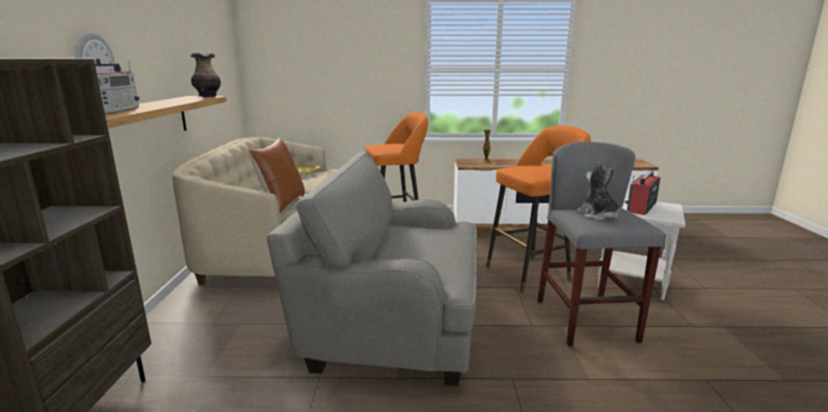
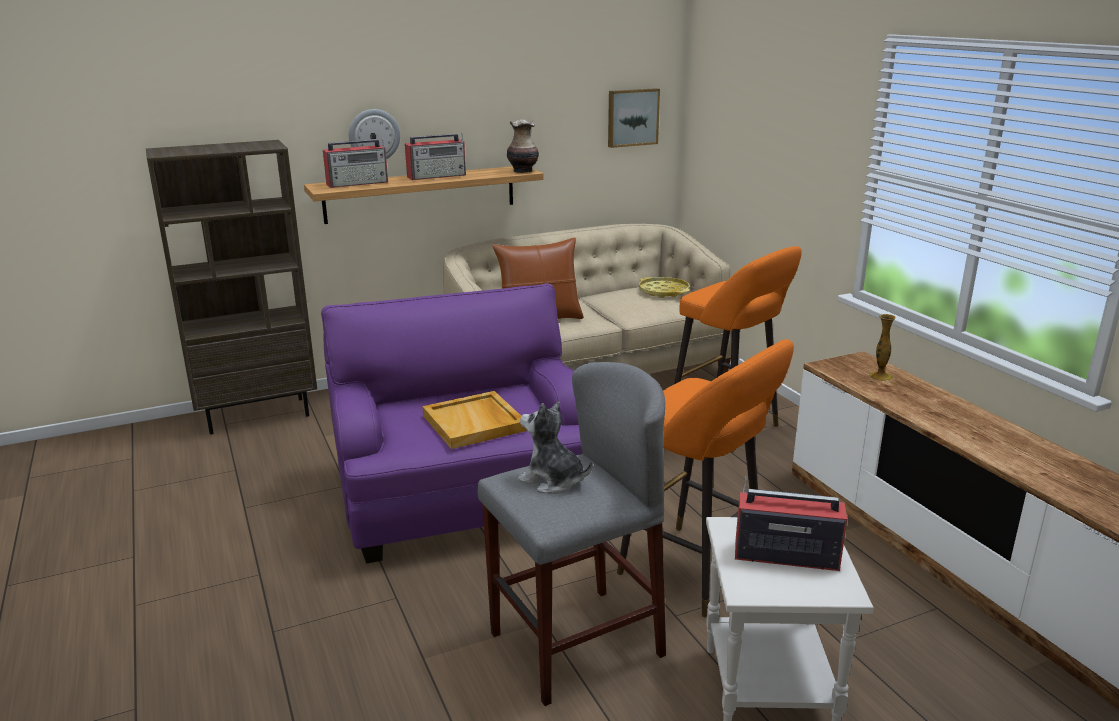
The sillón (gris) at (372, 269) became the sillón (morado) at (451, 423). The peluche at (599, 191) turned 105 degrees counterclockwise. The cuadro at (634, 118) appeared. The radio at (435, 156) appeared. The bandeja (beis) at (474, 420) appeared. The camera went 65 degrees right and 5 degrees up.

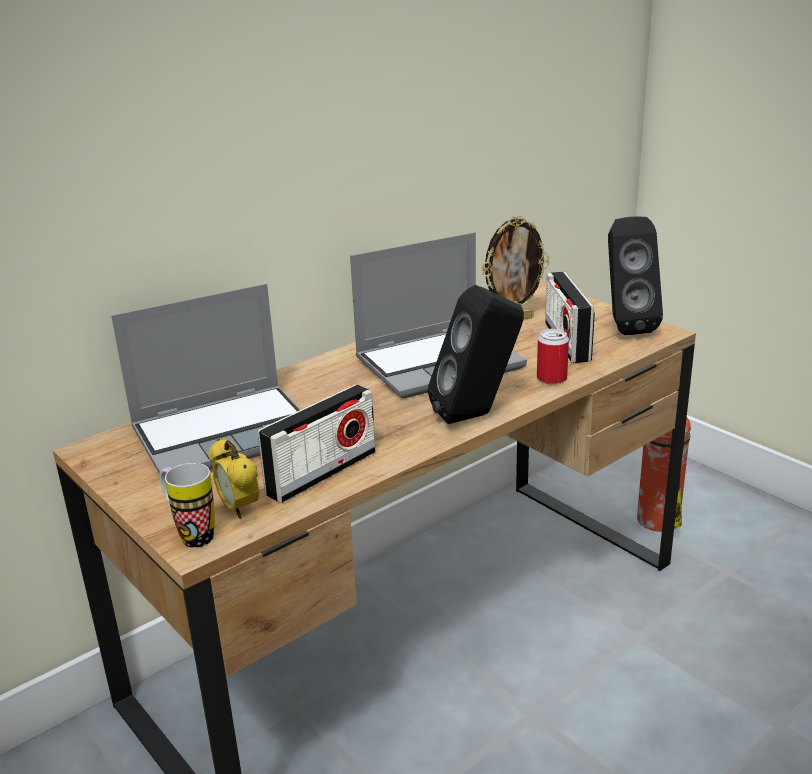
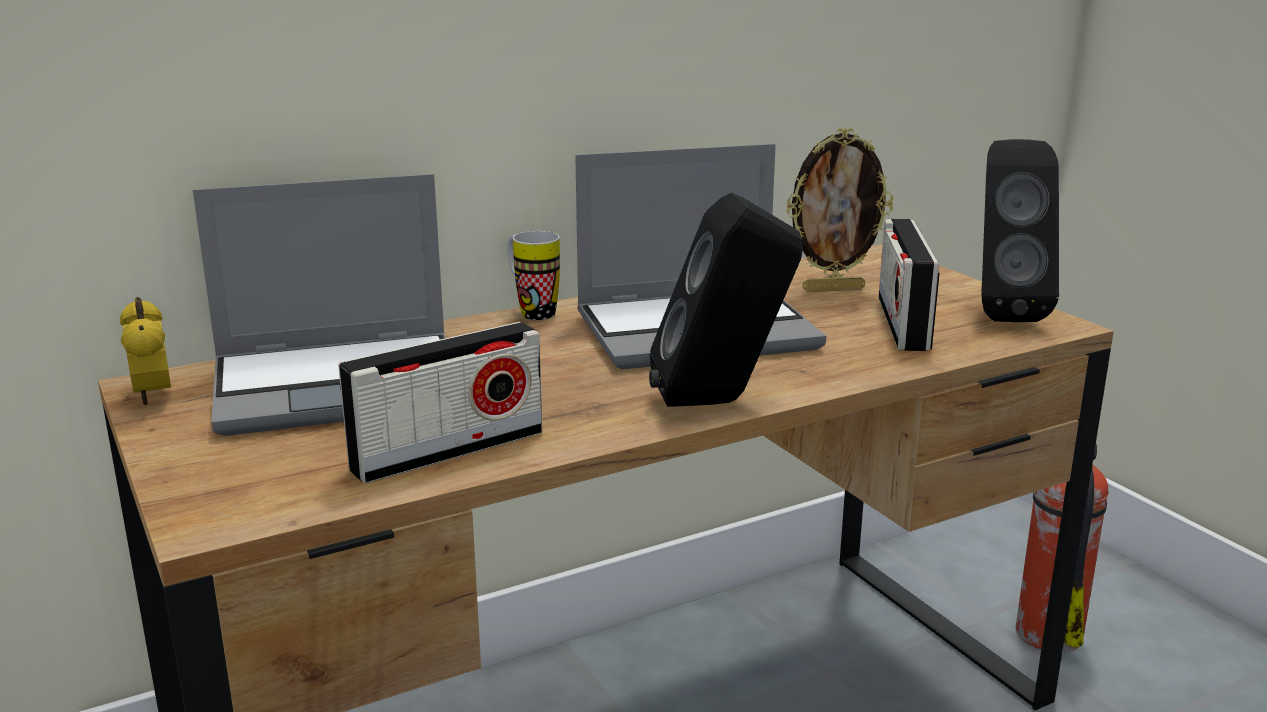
The lata at (553, 356) disappeared. The despertador moved from (234, 479) to (145, 351). The taza grande moved from (186, 505) to (533, 275). The camera went 10 degrees right and 5 degrees down.

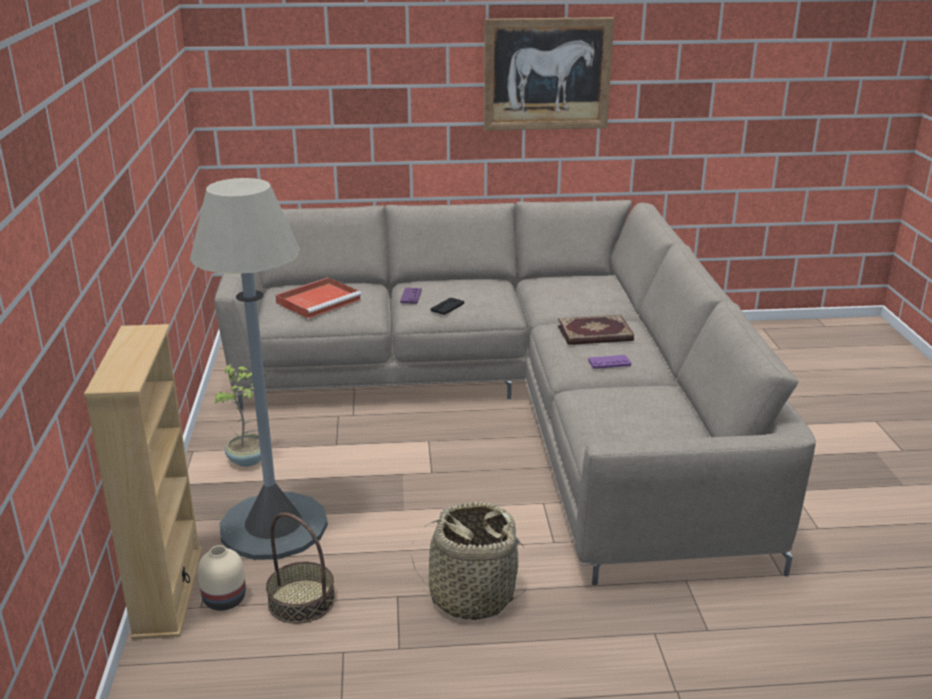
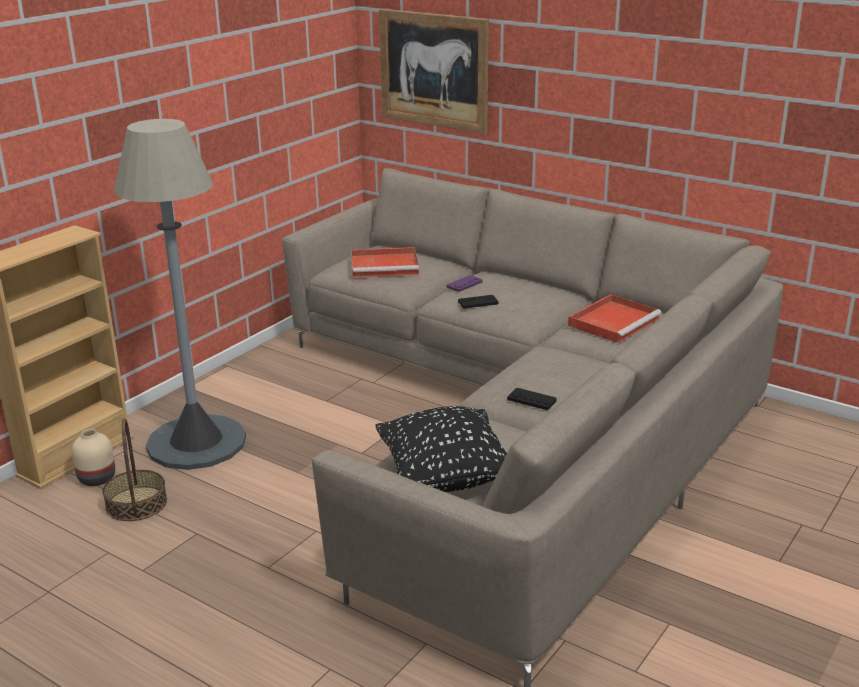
The cuadro moved from (549, 74) to (434, 71). The libro at (596, 330) disappeared. The mando de consola (morado) at (609, 362) became the mando de consola (negro) at (532, 399). The planta en maceta at (240, 415) disappeared. The cesta at (469, 561) disappeared. The bandeja (rojo) at (615, 318) appeared. The cojín (negro) at (441, 449) appeared. The camera went 40 degrees right and 0 degrees up.

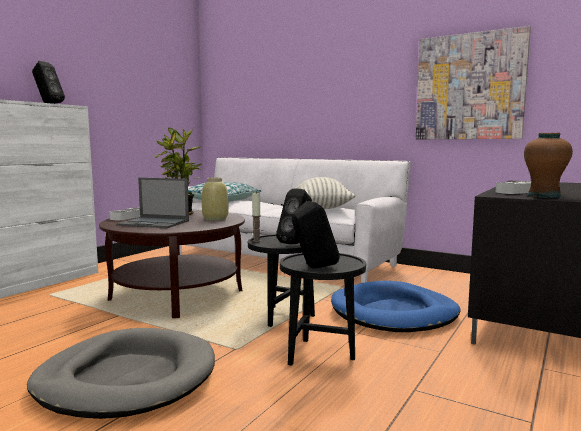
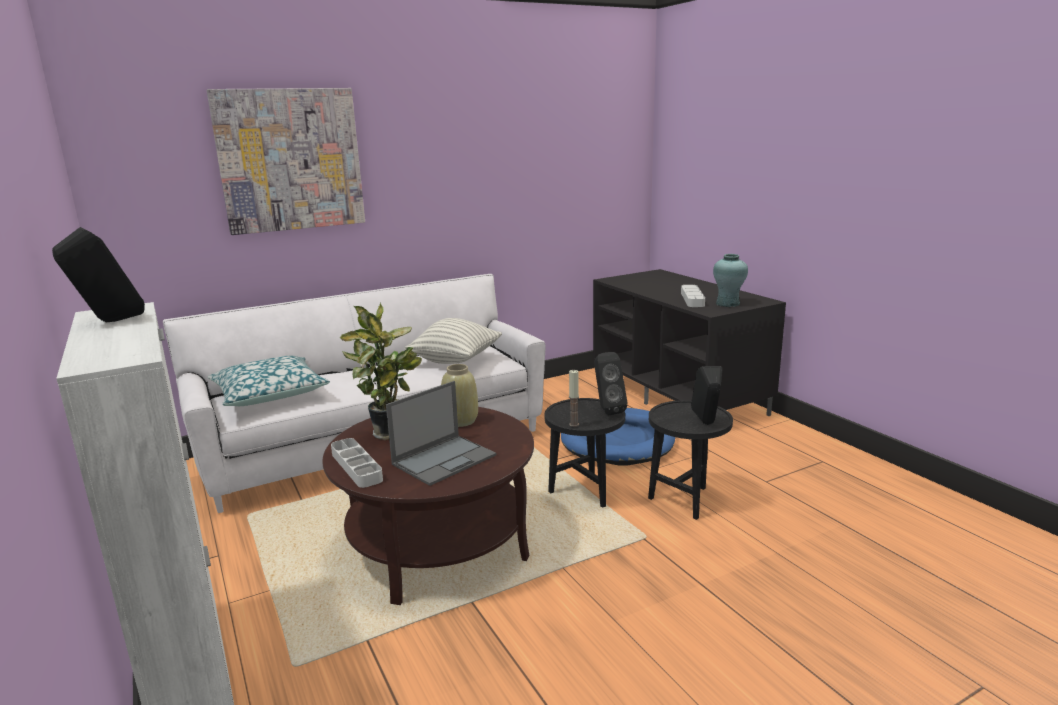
The cuadro moved from (473, 82) to (286, 161). The florero (marrón) at (548, 165) became the florero (turquesa) at (730, 280). The cama para perro (gris) at (121, 373) disappeared. The camera went 60 degrees left and 10 degrees up.

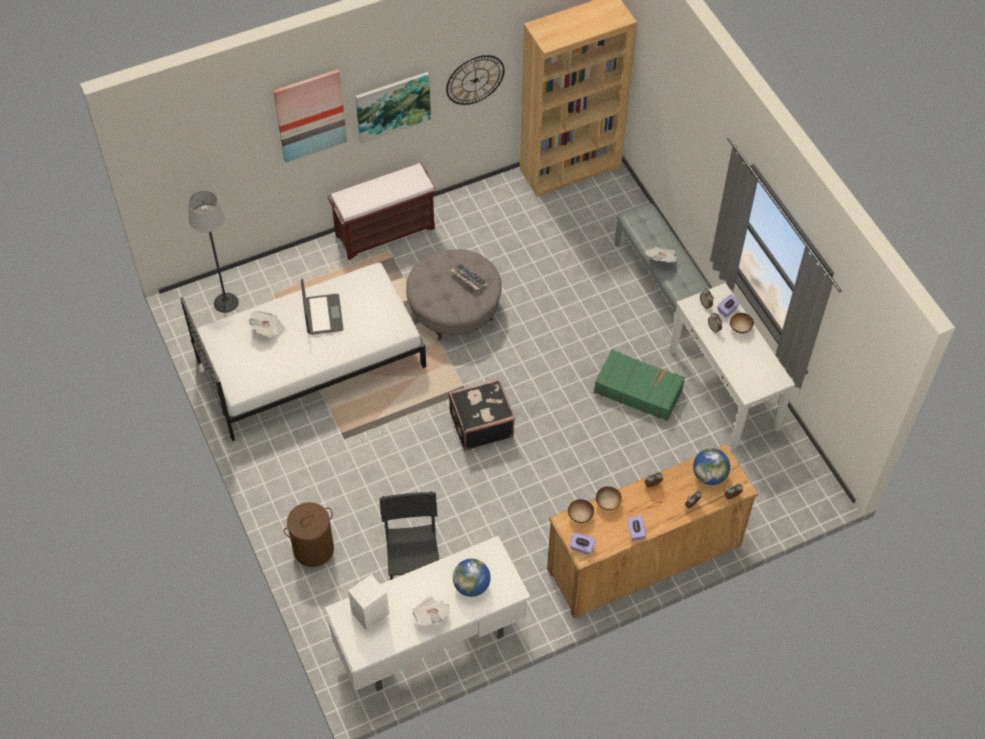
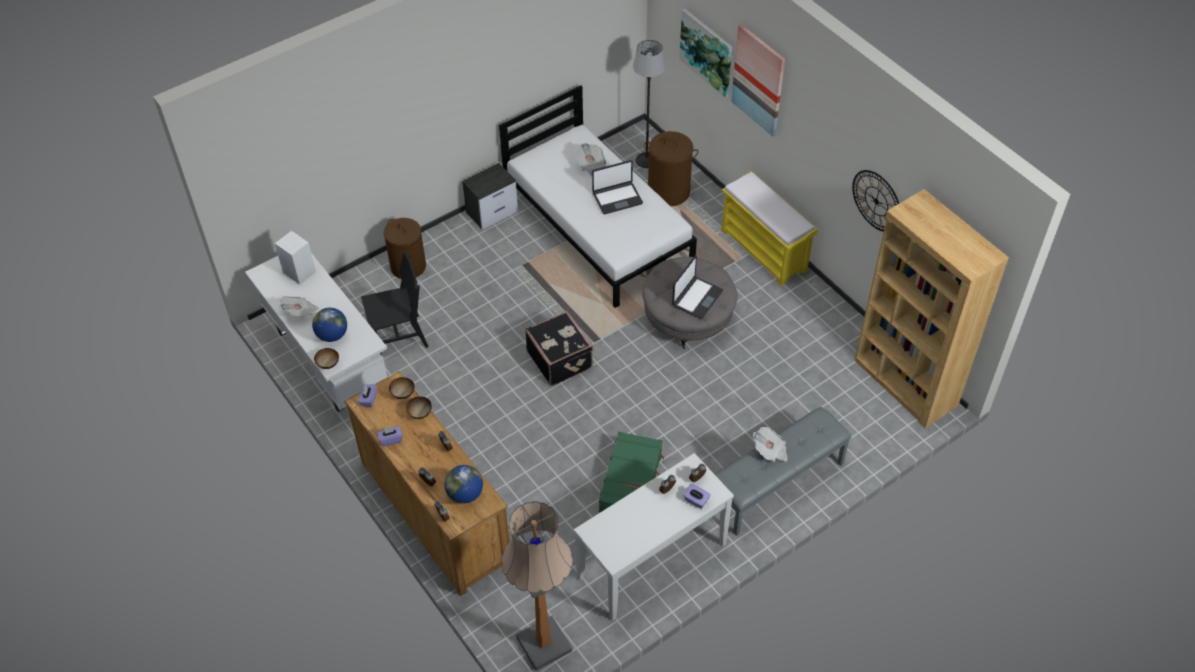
The cuadro moved from (393, 108) to (705, 53). The banco (marrón) at (382, 211) became the banco (amarillo) at (769, 228). The teclado at (469, 276) was replaced by the portátil at (697, 287). The cuenco moved from (742, 323) to (326, 358). The cesto de la ropa (marrón) at (671, 168) appeared. The mesita de noche at (490, 196) appeared. The lámpara de pie at (537, 586) appeared. The camera went 80 degrees right and 5 degrees down.

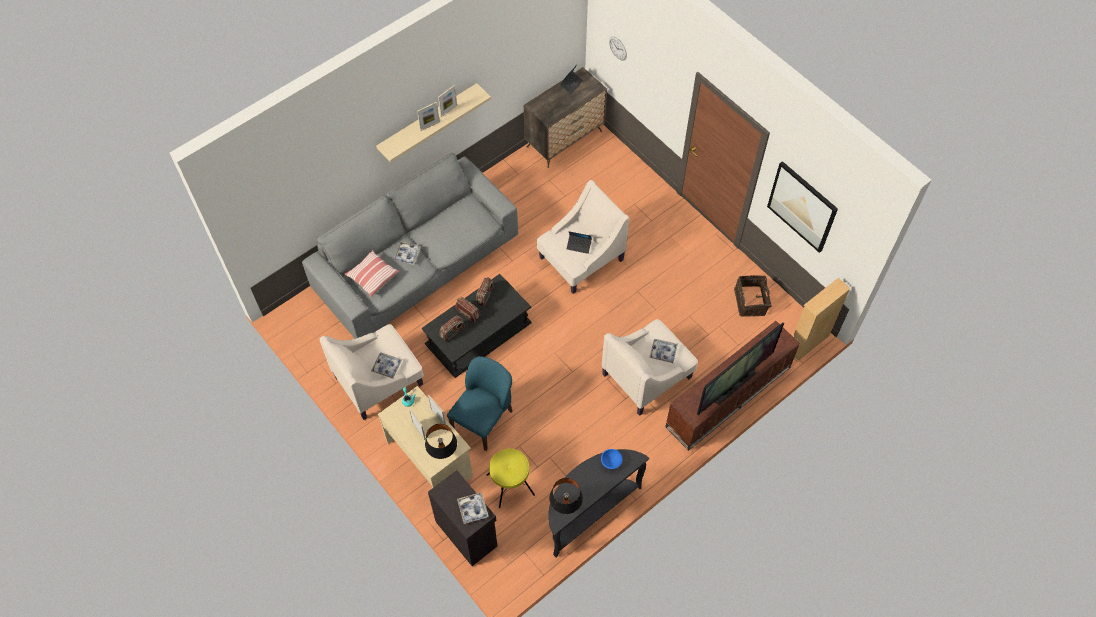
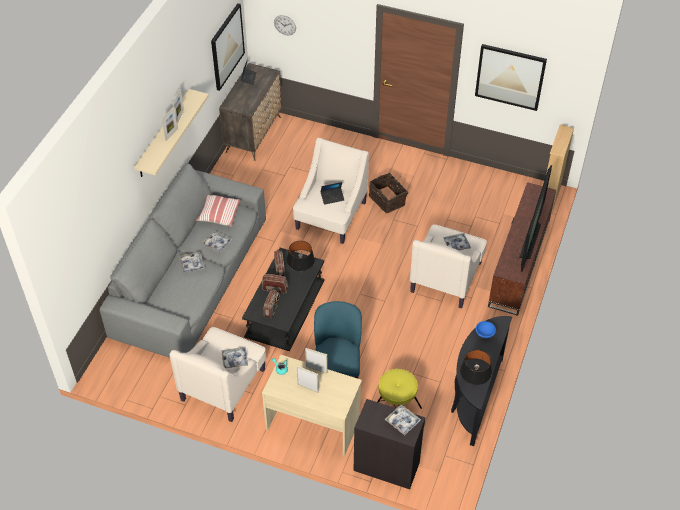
The cojín moved from (372, 273) to (218, 211). The cesta moved from (752, 296) to (388, 193). The lámpara de mesa (negro) moved from (441, 441) to (301, 256). The cuadro at (228, 47) appeared. The bandeja at (217, 242) appeared. The camera went 30 degrees left and 10 degrees down.

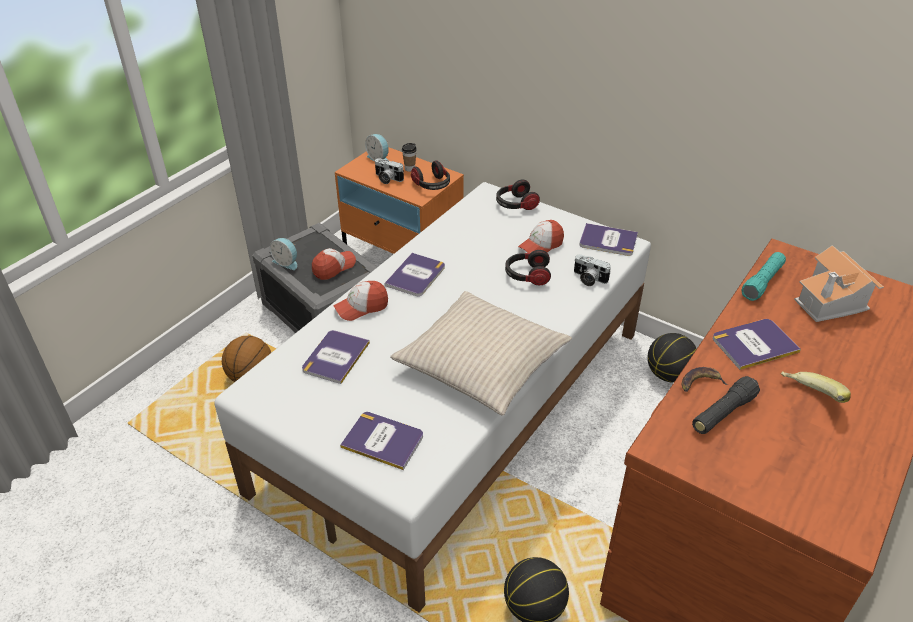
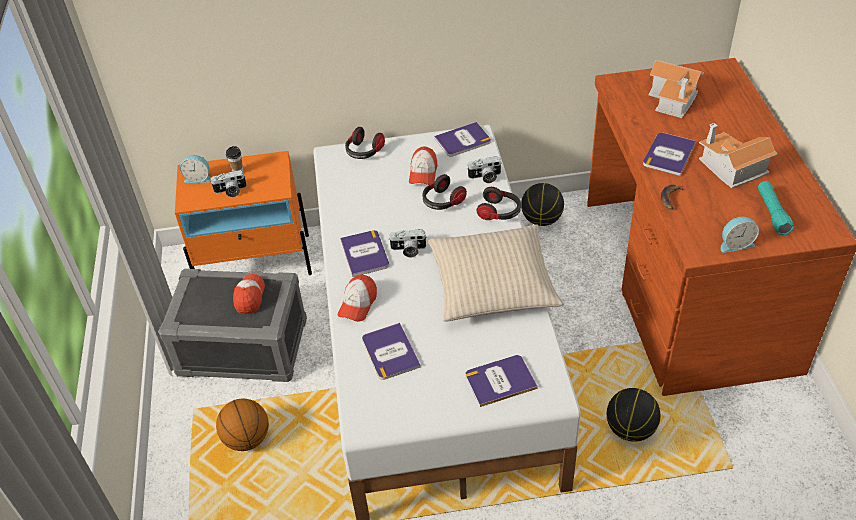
The auriculares moved from (430, 175) to (499, 203). The despertador moved from (283, 254) to (740, 235). The linterna (turquesa) moved from (764, 276) to (776, 208). The plátano at (816, 387) was replaced by the casita at (738, 155). The linterna (negro) at (726, 405) disappeared. The cámara at (407, 243) appeared. The camera went 40 degrees left and 5 degrees up.

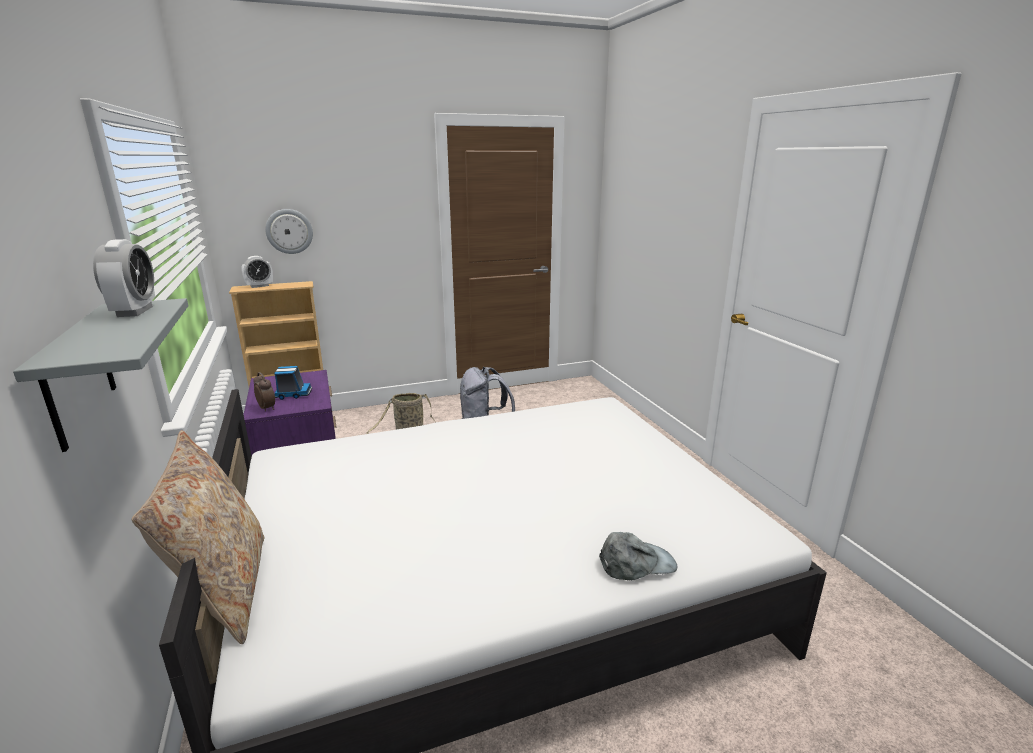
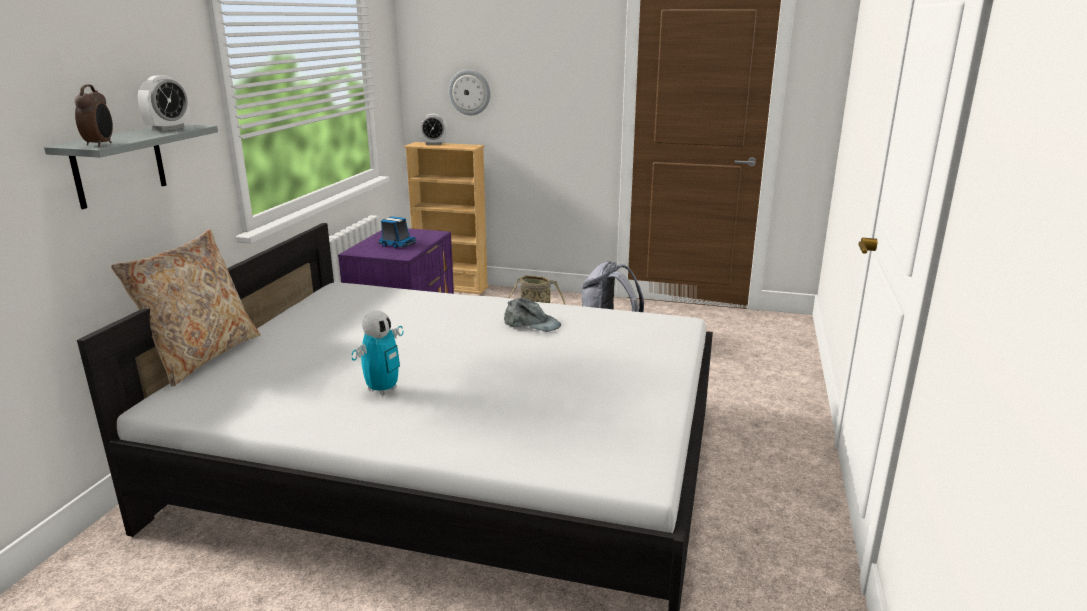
The despertador moved from (264, 391) to (94, 116). The gorra (gris) moved from (638, 556) to (532, 314). The robot de juguete at (377, 353) appeared. The camera went 35 degrees right and 0 degrees up.

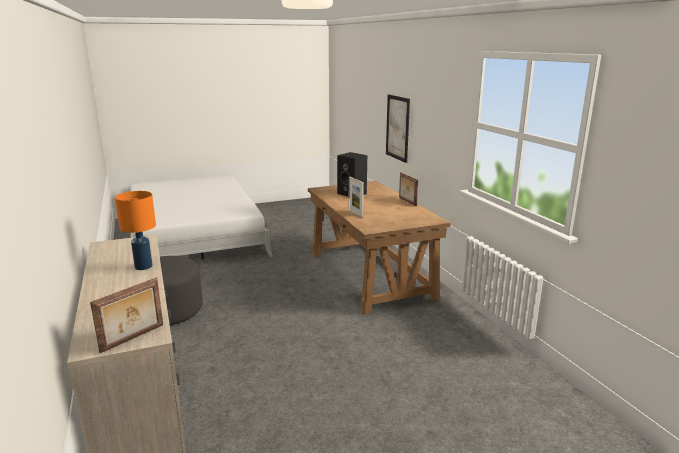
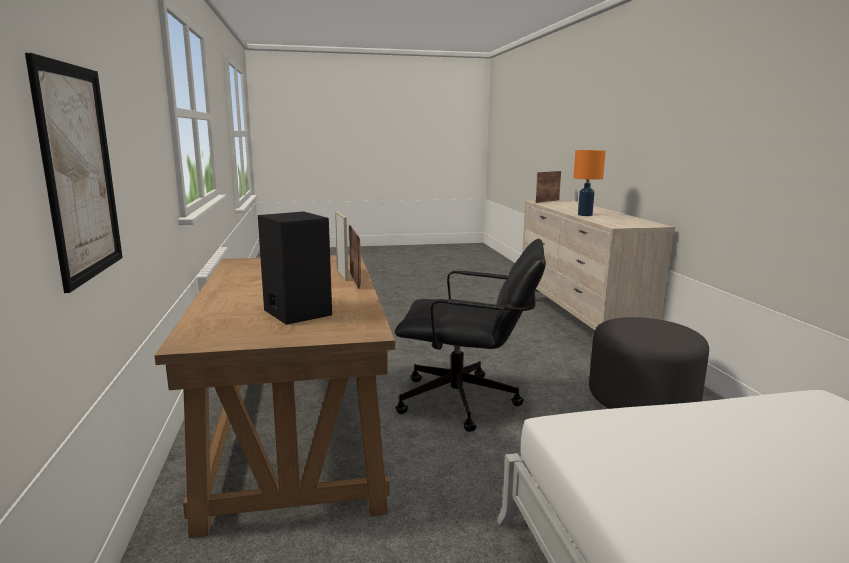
The portarretratos moved from (408, 189) to (355, 257). The silla de oficina (negro) at (470, 335) appeared. The camera went 170 degrees left and 5 degrees down.

